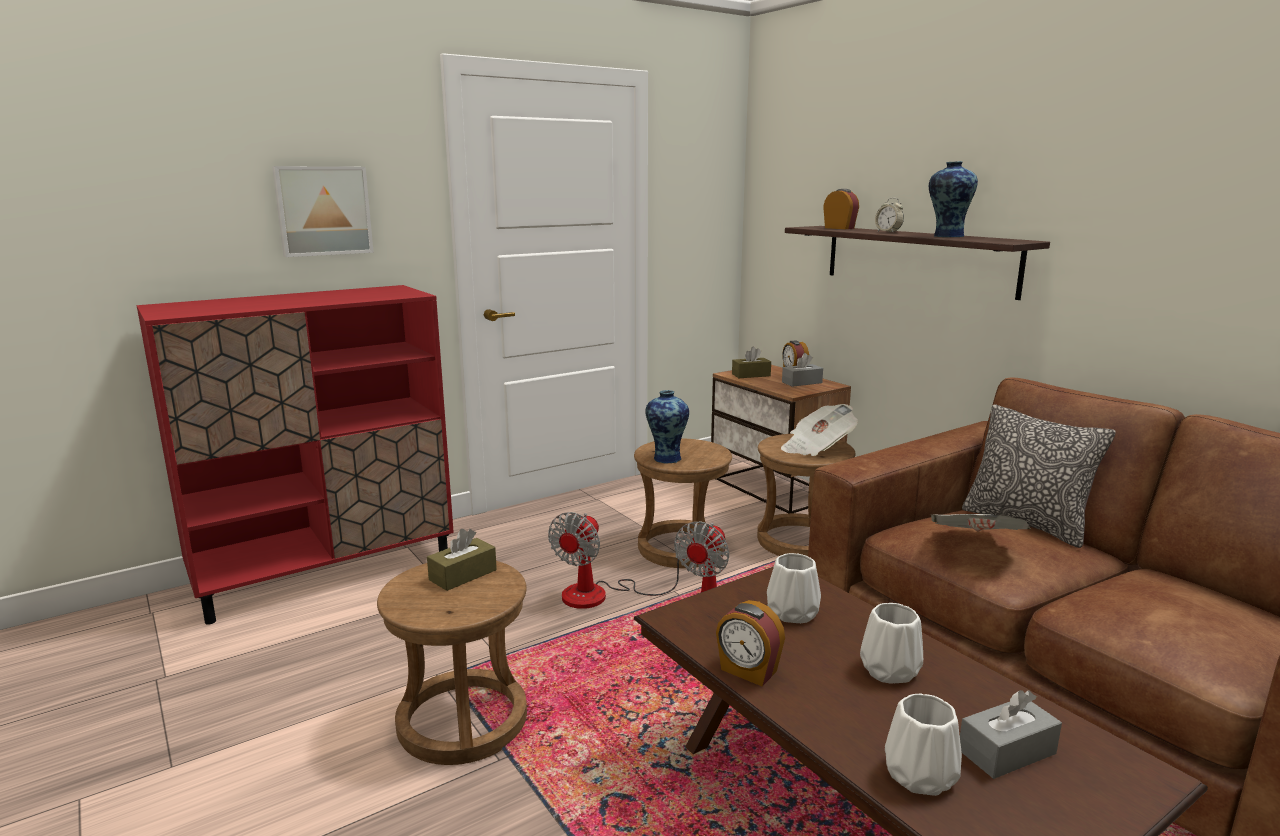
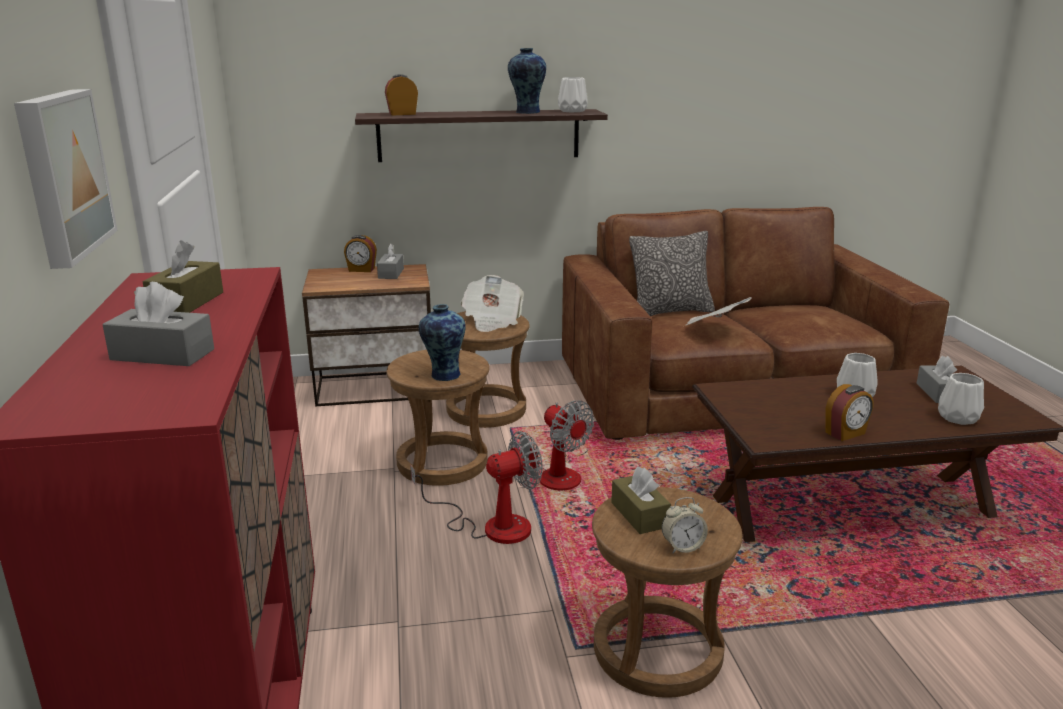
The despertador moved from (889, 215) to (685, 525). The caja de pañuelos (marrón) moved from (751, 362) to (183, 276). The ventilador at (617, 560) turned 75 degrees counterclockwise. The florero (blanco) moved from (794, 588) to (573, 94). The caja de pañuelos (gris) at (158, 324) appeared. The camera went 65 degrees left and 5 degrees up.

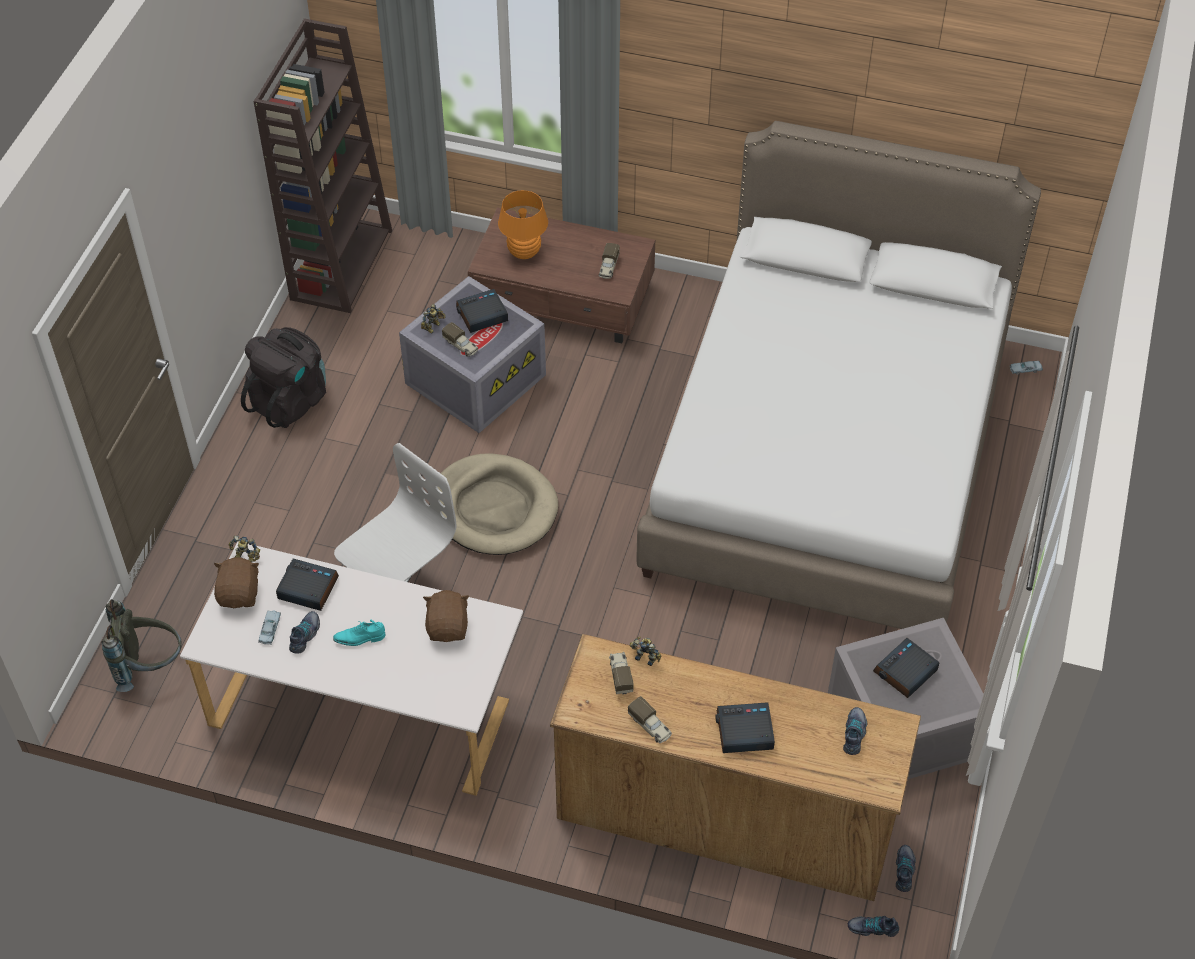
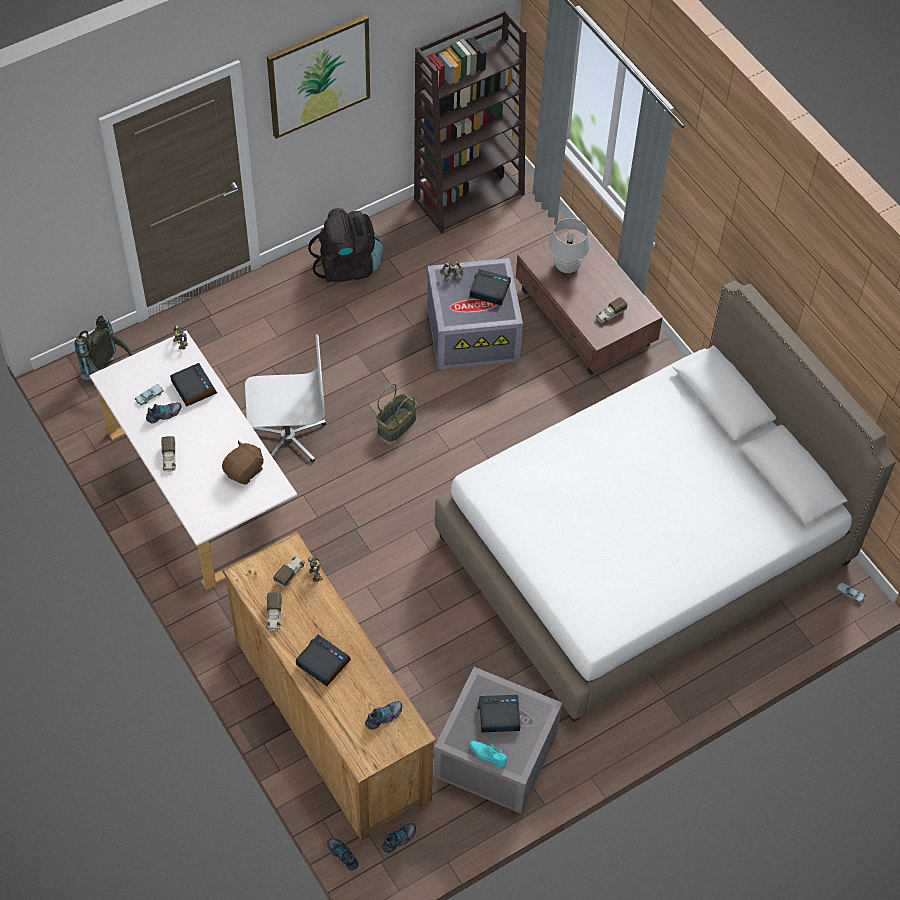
The lámpara de mesa (naranja) at (523, 224) became the lámpara de mesa (blanco) at (569, 245). The camión de juguete moved from (460, 339) to (168, 454). The cama para perro (beis) at (493, 504) was replaced by the cesta at (396, 412). The peluche (marrón) at (236, 582) disappeared. The zapato (turquesa) moved from (359, 633) to (488, 754). The cuadro at (318, 77) appeared. The camera went 40 degrees right and 5 degrees up.

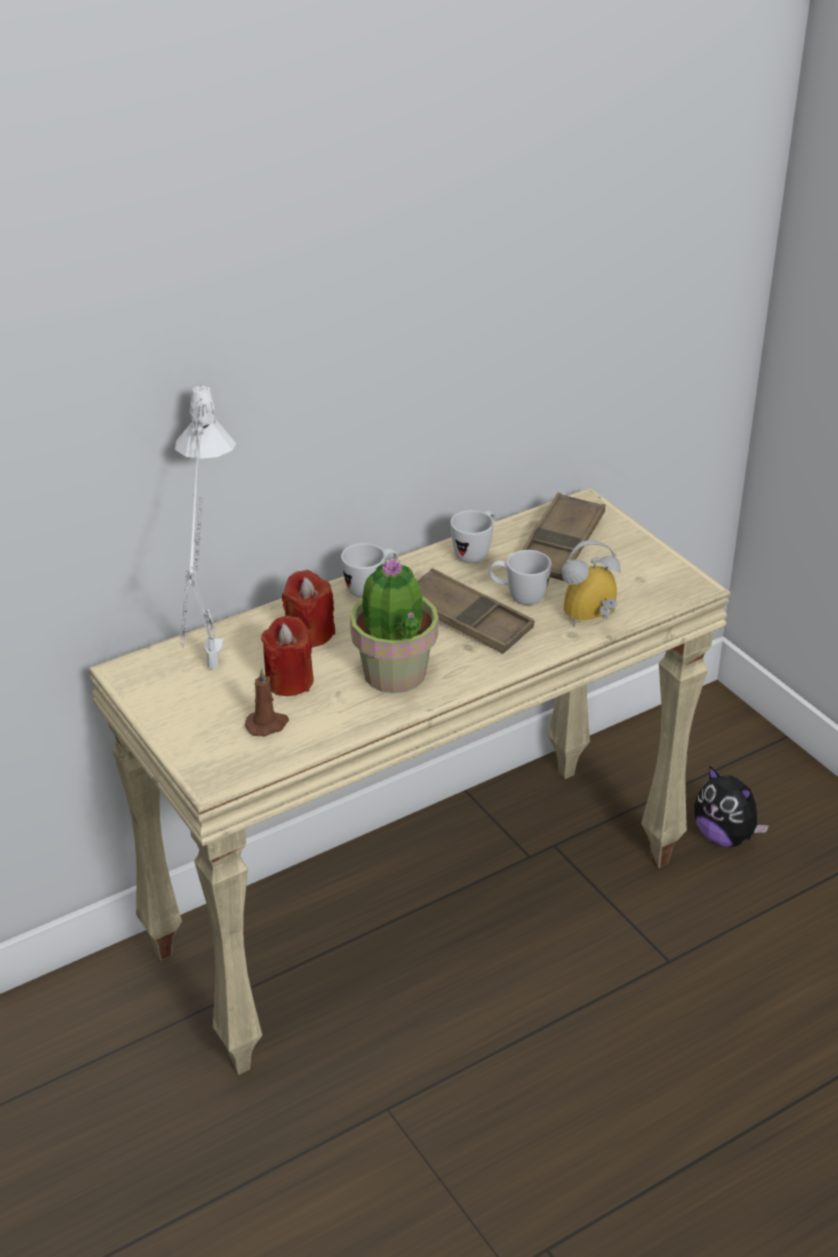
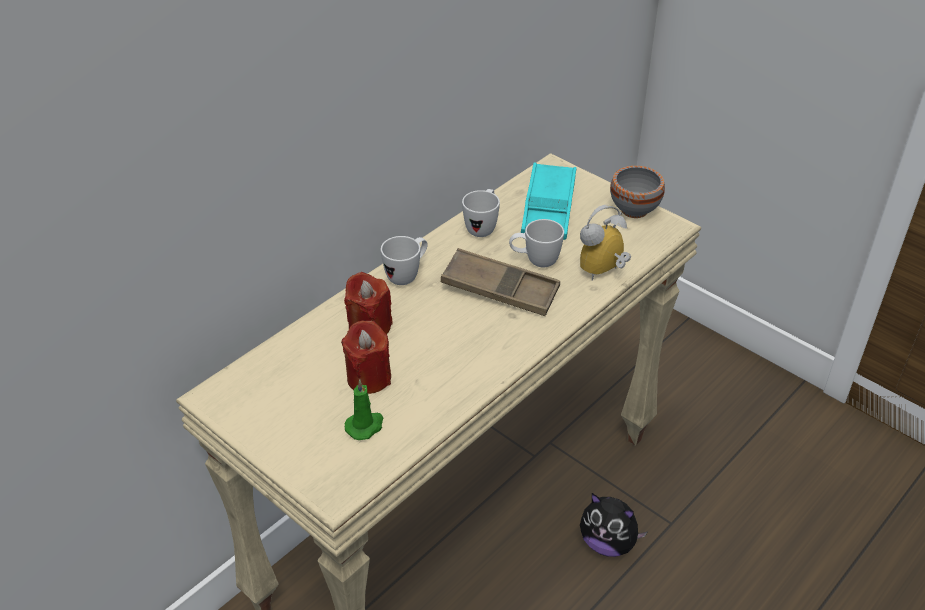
The lámpara de mesa (blanco) at (205, 526) disappeared. The bandeja (marrón) at (563, 537) became the bandeja (turquesa) at (549, 201). The planta en maceta at (394, 625) disappeared. The vela (marrón) at (267, 702) became the vela (verde) at (364, 409). The peluche moved from (731, 806) to (614, 525). The cuenco (gris) at (637, 192) appeared. The camera went 15 degrees left and 5 degrees up.

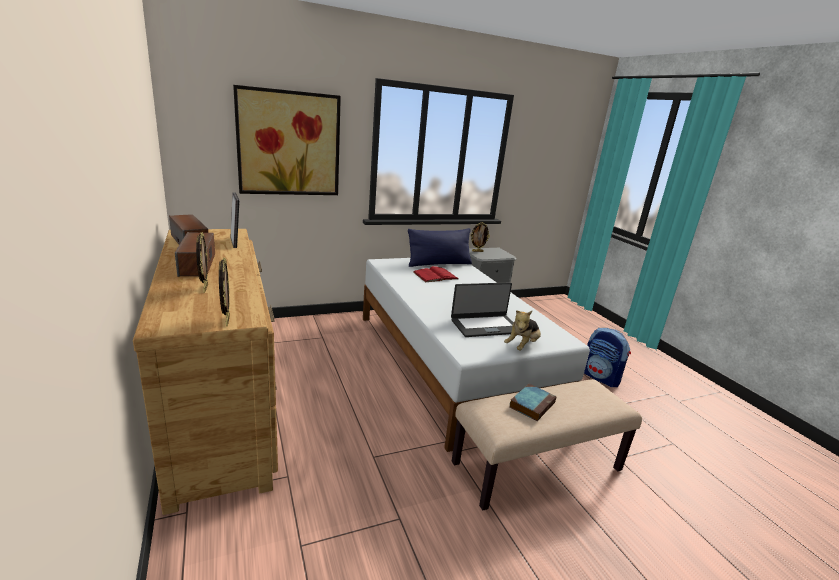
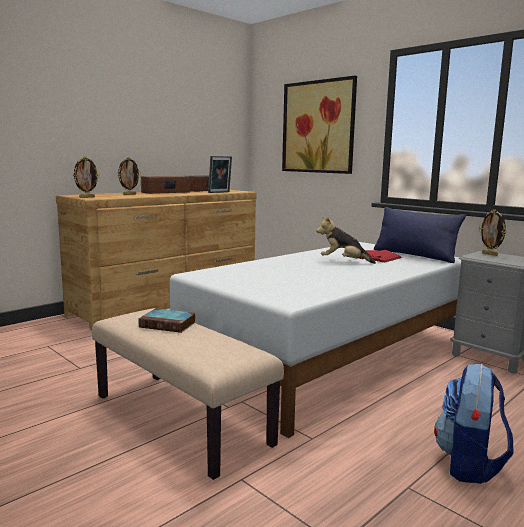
The portátil at (482, 310) disappeared. The peluche moved from (522, 330) to (346, 240). The camera went 70 degrees right and 10 degrees down.

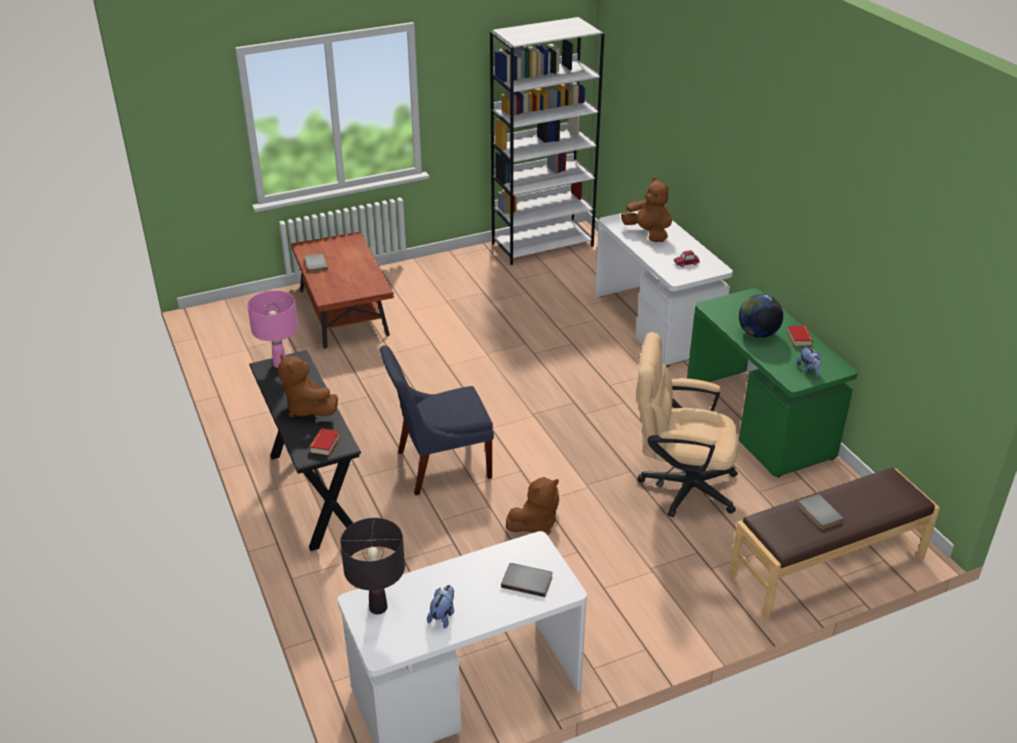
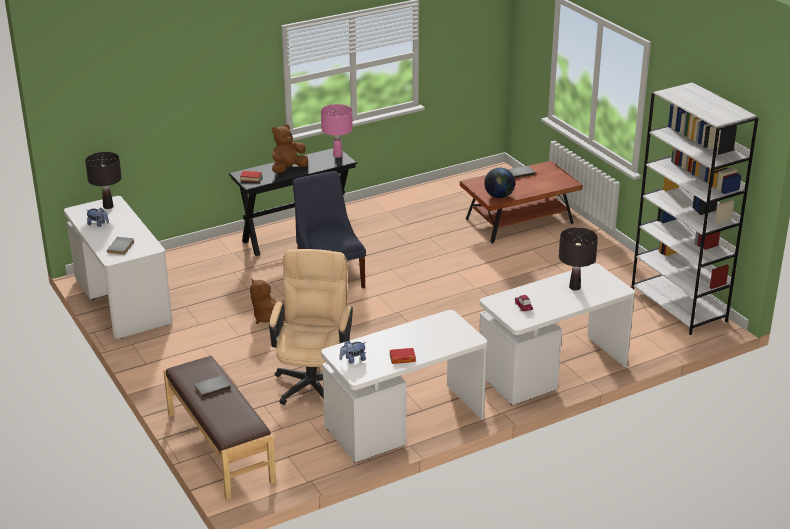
The peluche (marrón) at (646, 210) was replaced by the lámpara de mesa (negro) at (578, 258). The escritorio (verde) at (772, 383) became the escritorio (blanco) at (404, 386). The globo terráqueo moved from (761, 316) to (499, 183). The camera went 85 degrees right and 5 degrees down.

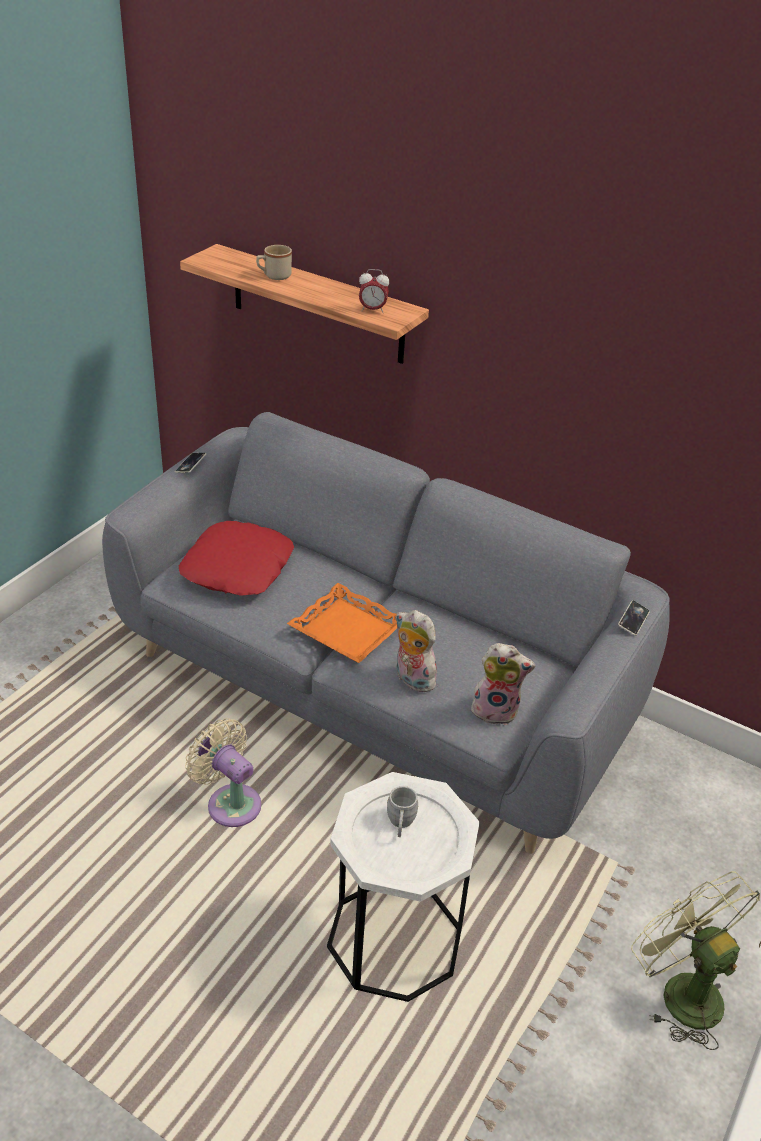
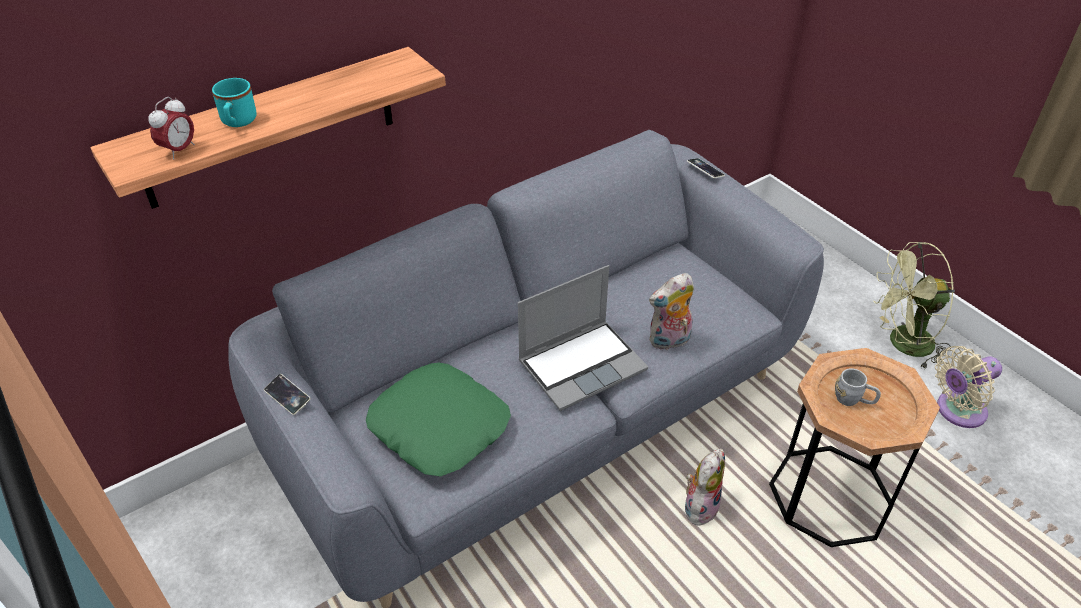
The taza grande (beis) at (274, 262) became the taza grande (turquesa) at (234, 102). The despertador moved from (374, 291) to (171, 128). The cojín (rojo) at (236, 558) became the cojín (verde) at (438, 420). The bandeja (naranja) at (342, 623) was replaced by the portátil at (583, 338). The peluche moved from (503, 684) to (705, 487). The ventilador (beis) moved from (223, 772) to (968, 387). The mesa auxiliar (blanco) at (403, 887) became the mesa auxiliar (marrón) at (854, 447). The camera went 65 degrees left and 5 degrees up.

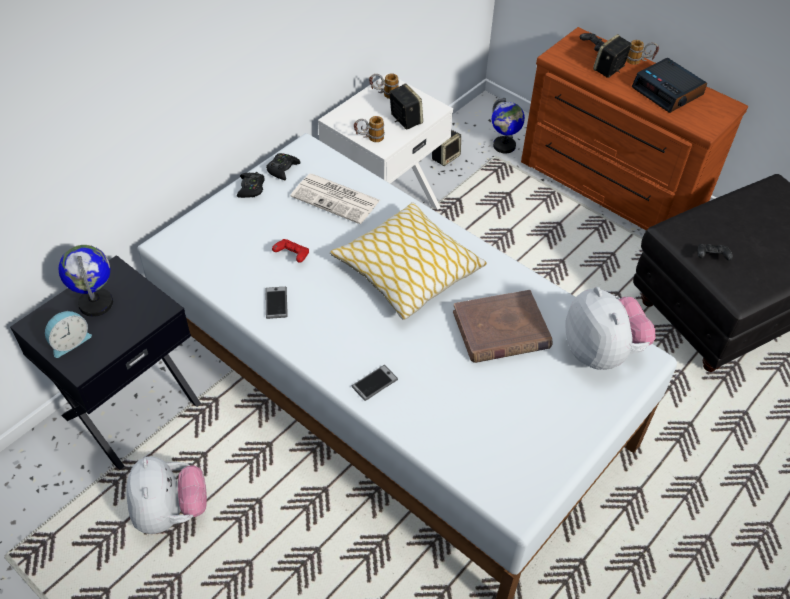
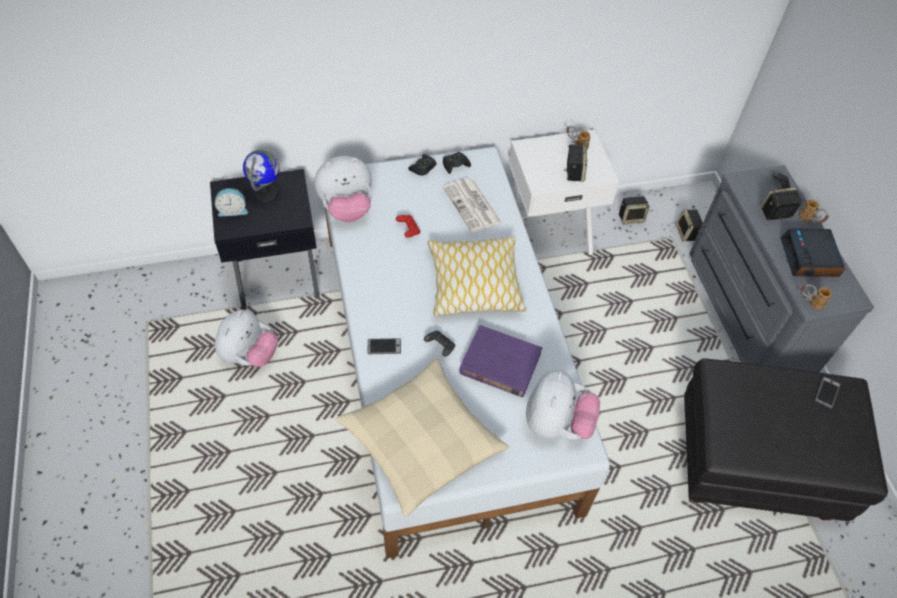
The cómoda (marrón) at (634, 129) became the cómoda (gris) at (781, 268). The globo terráqueo at (508, 125) was replaced by the altavoz at (689, 225). The taza grande moved from (369, 129) to (816, 297). The mando de consola (negro) moved from (715, 252) to (439, 343). The móvil moved from (276, 303) to (828, 392). The libro (marrón) at (502, 326) became the libro (morado) at (500, 361). The peluche at (343, 189) appeared. The cojín (beis) at (422, 437) appeared. The camera went 35 degrees right and 5 degrees up.

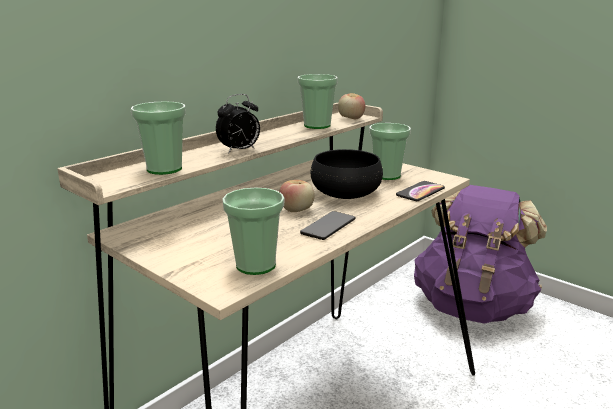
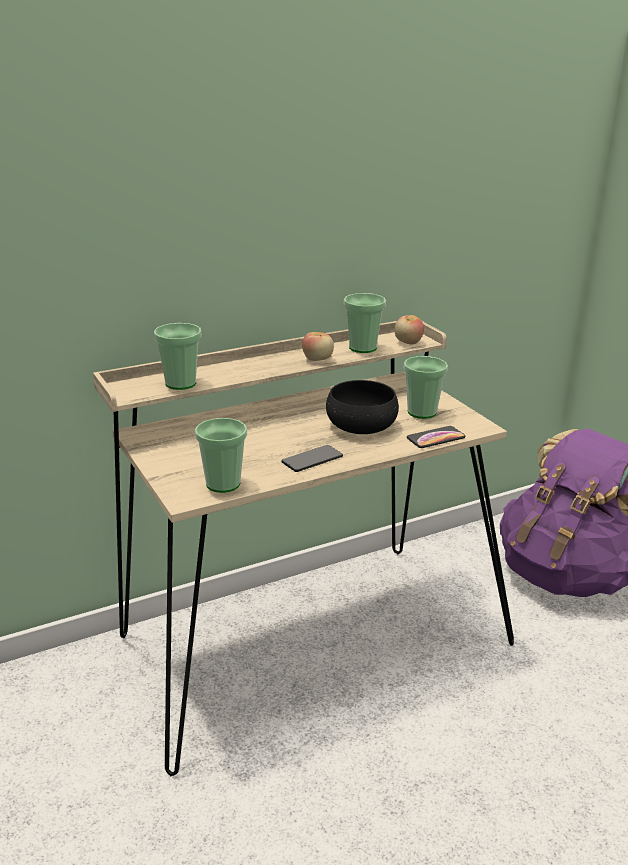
The despertador at (238, 124) disappeared. The manzana moved from (297, 196) to (318, 346). The camera went 20 degrees right and 5 degrees up.

